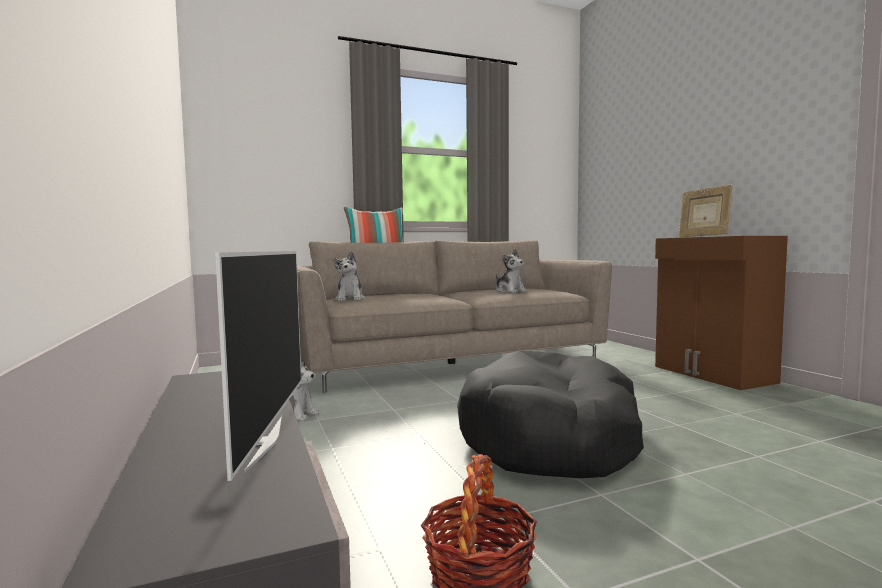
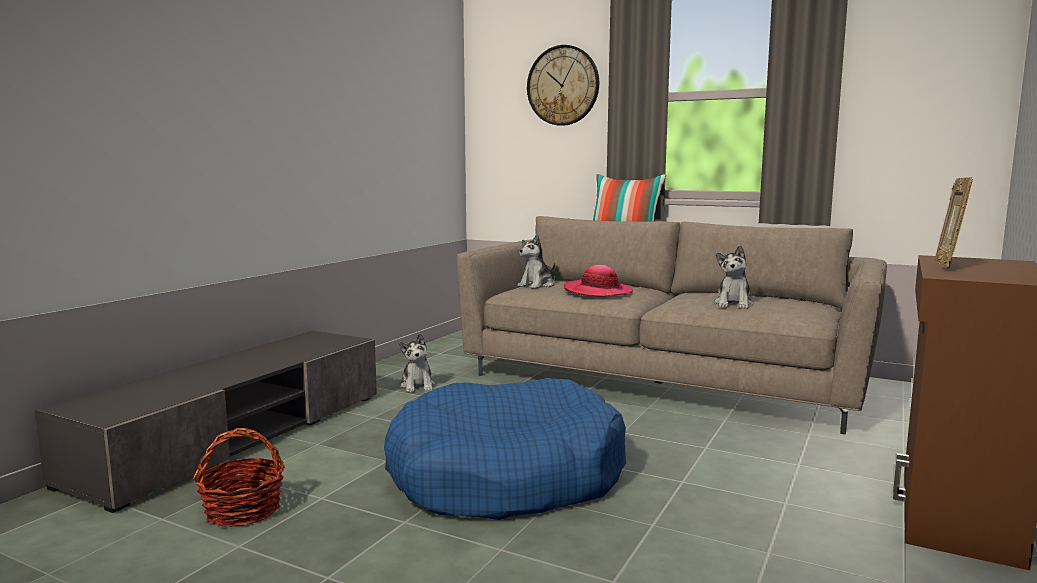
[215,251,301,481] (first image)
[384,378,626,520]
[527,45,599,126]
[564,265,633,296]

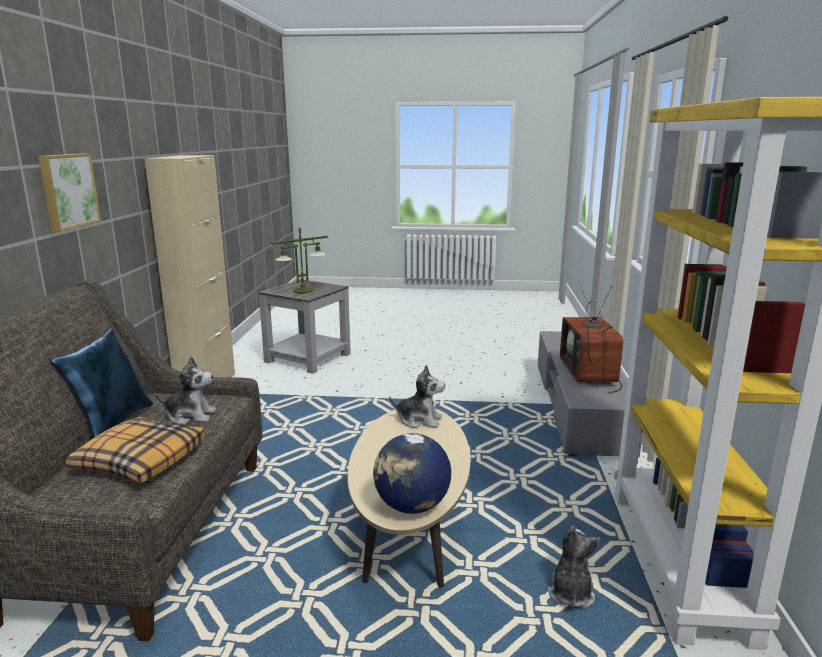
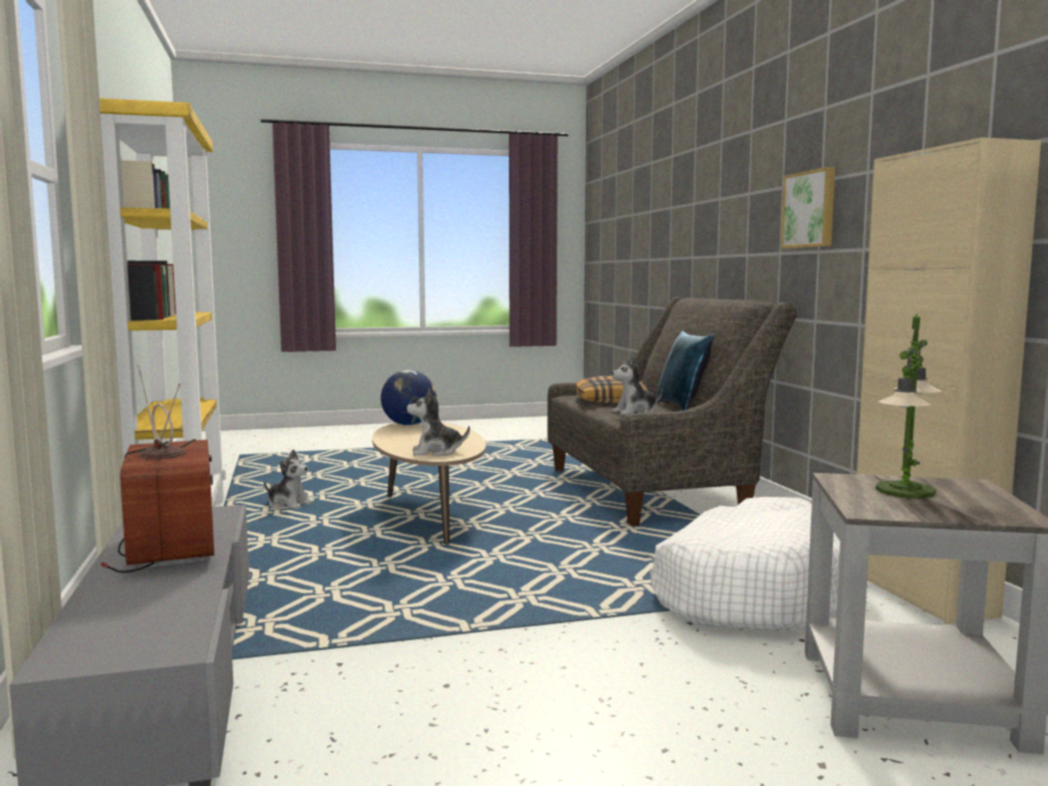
[264,449,313,509]
[650,497,840,631]

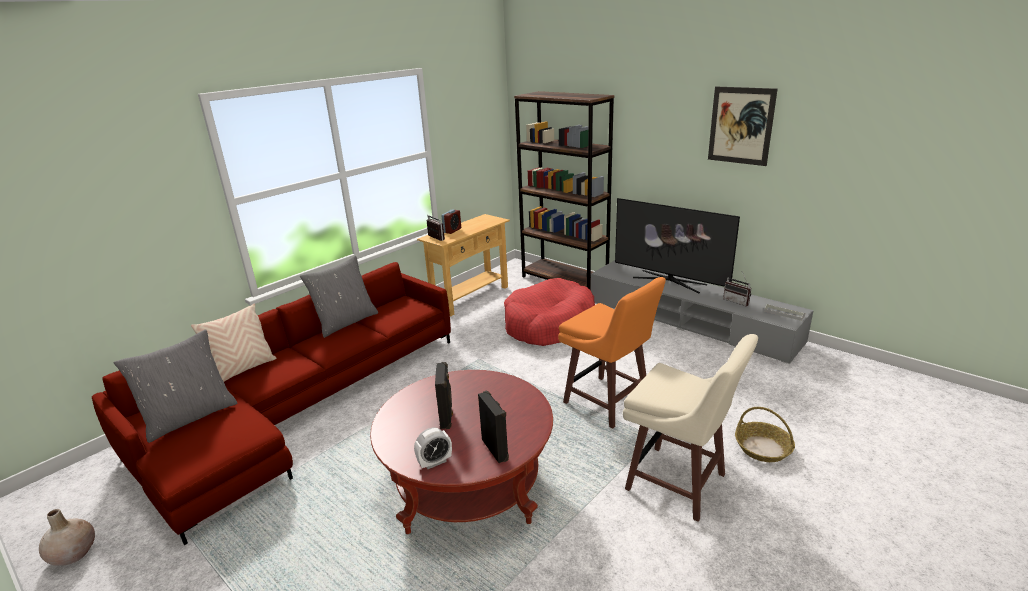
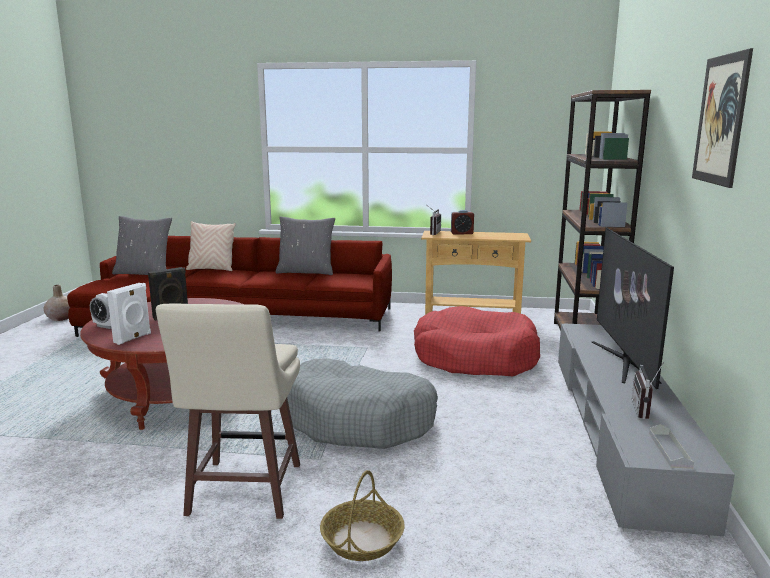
[107,283,151,345]
[287,359,438,449]

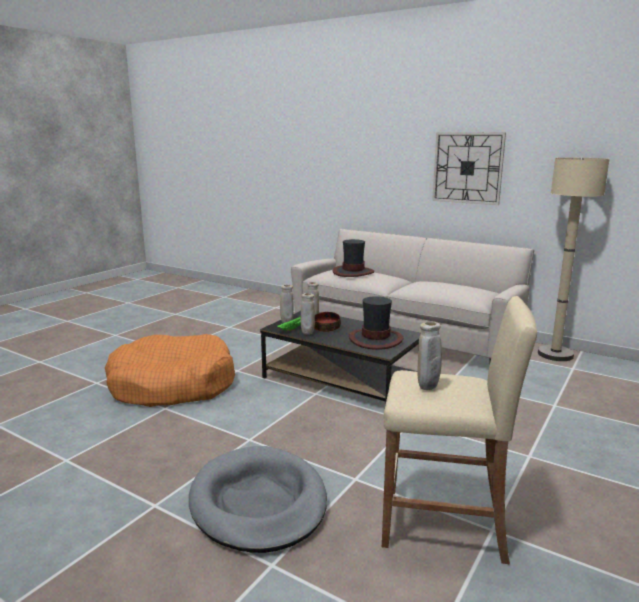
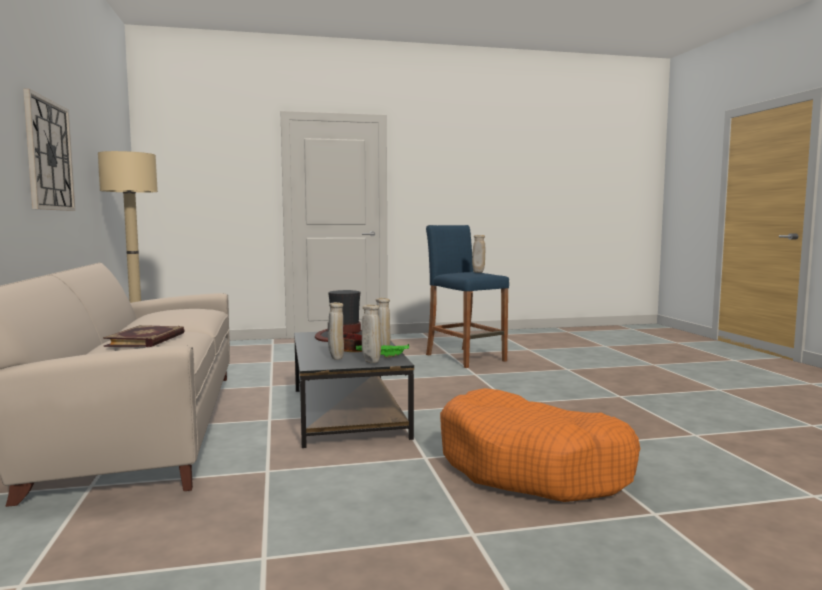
[189,446,327,553] (first image)
[103,325,185,347]
[426,225,509,368]

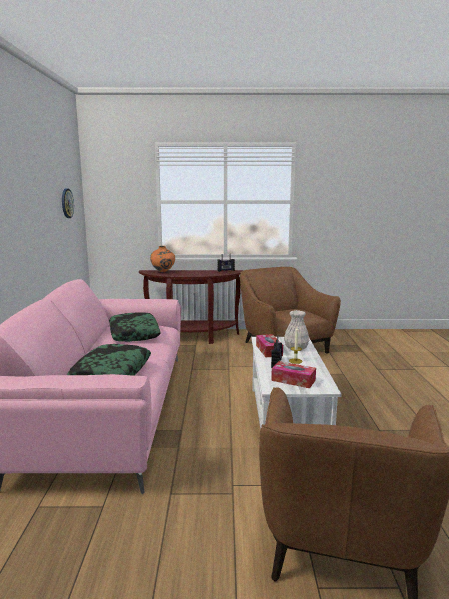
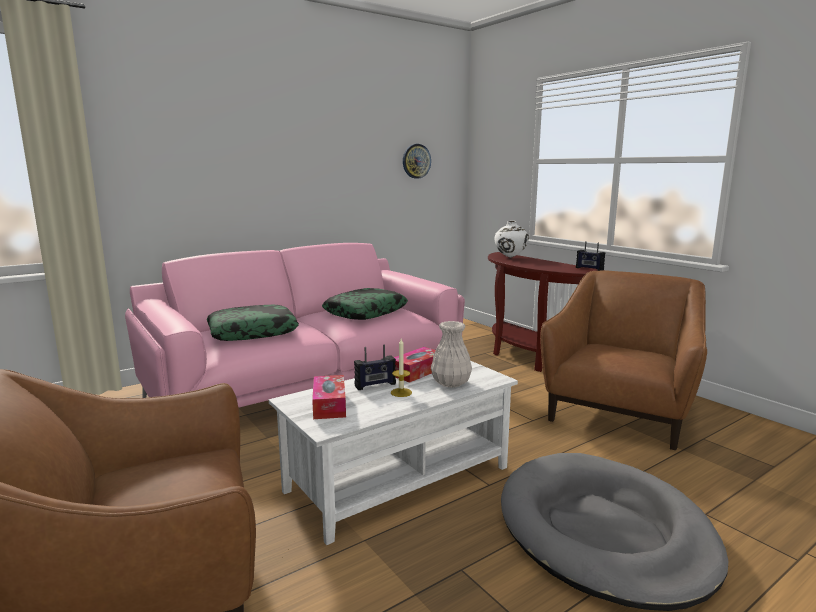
[494,221,529,257]
[501,453,728,611]

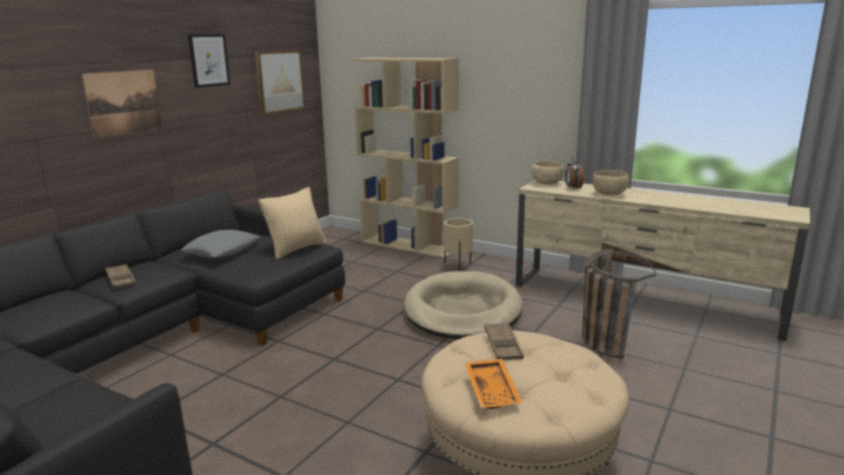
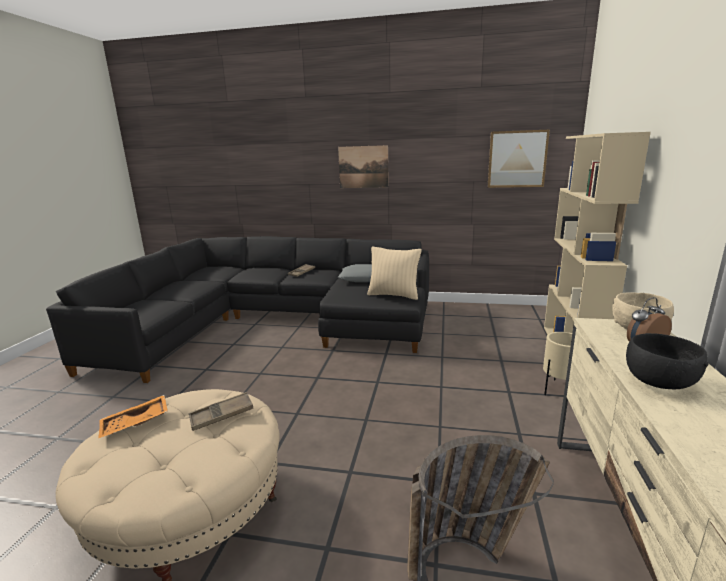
[188,34,231,88] (first image)
[404,271,523,339] (first image)
[626,333,708,389]

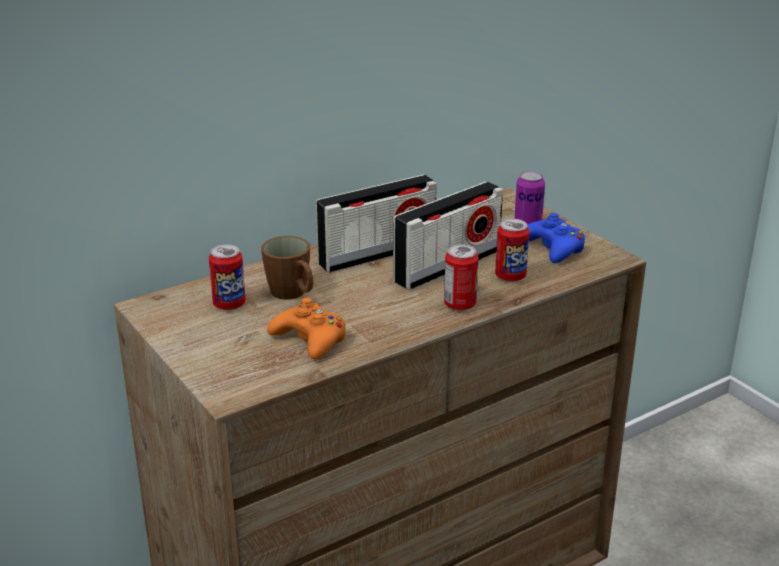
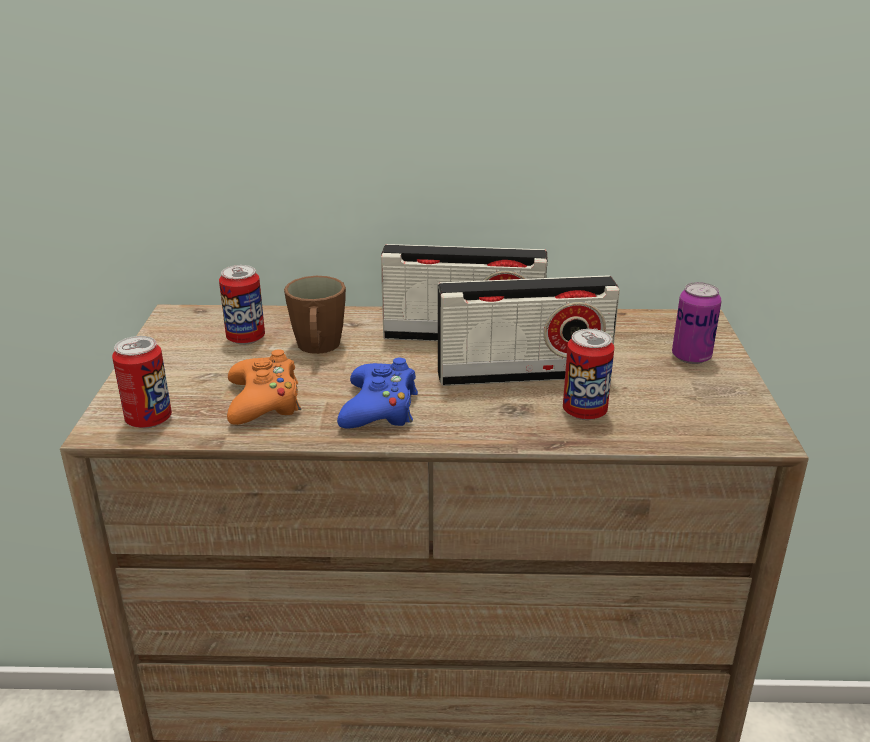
[112,336,172,428]
[337,358,418,428]

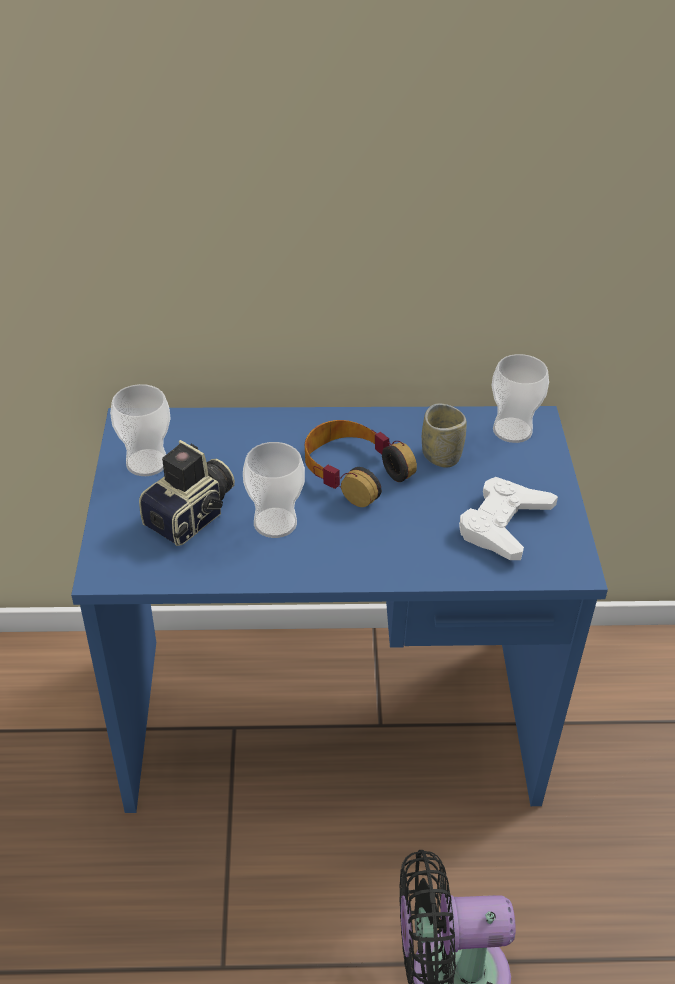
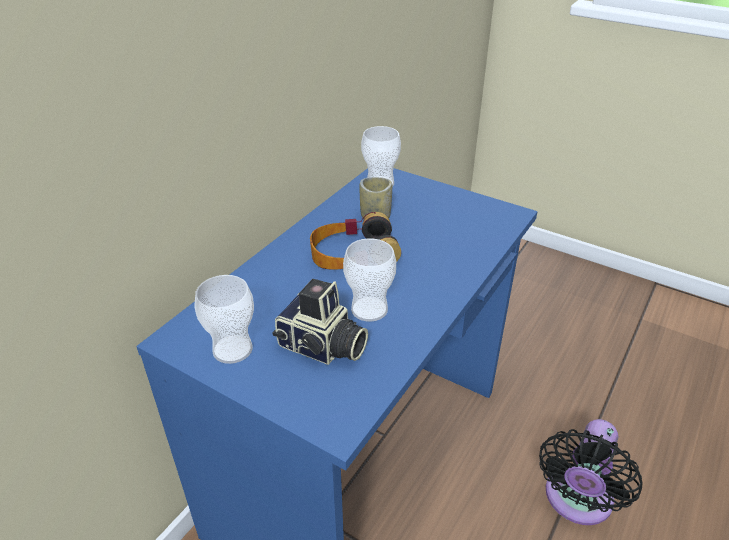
[272,279,368,365]
[459,477,558,560] (first image)

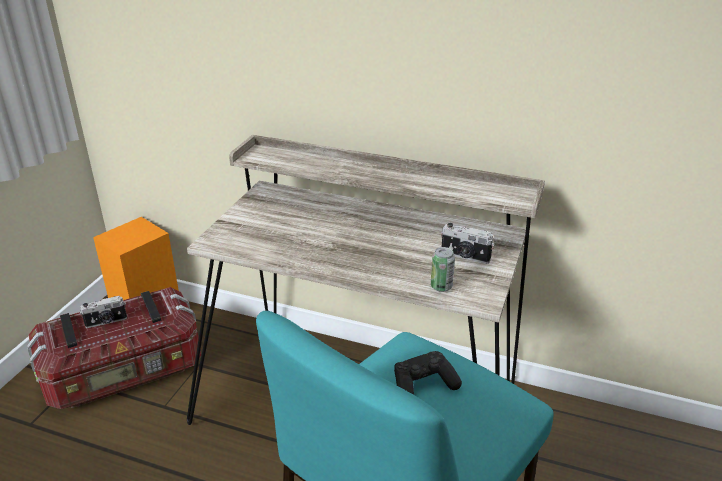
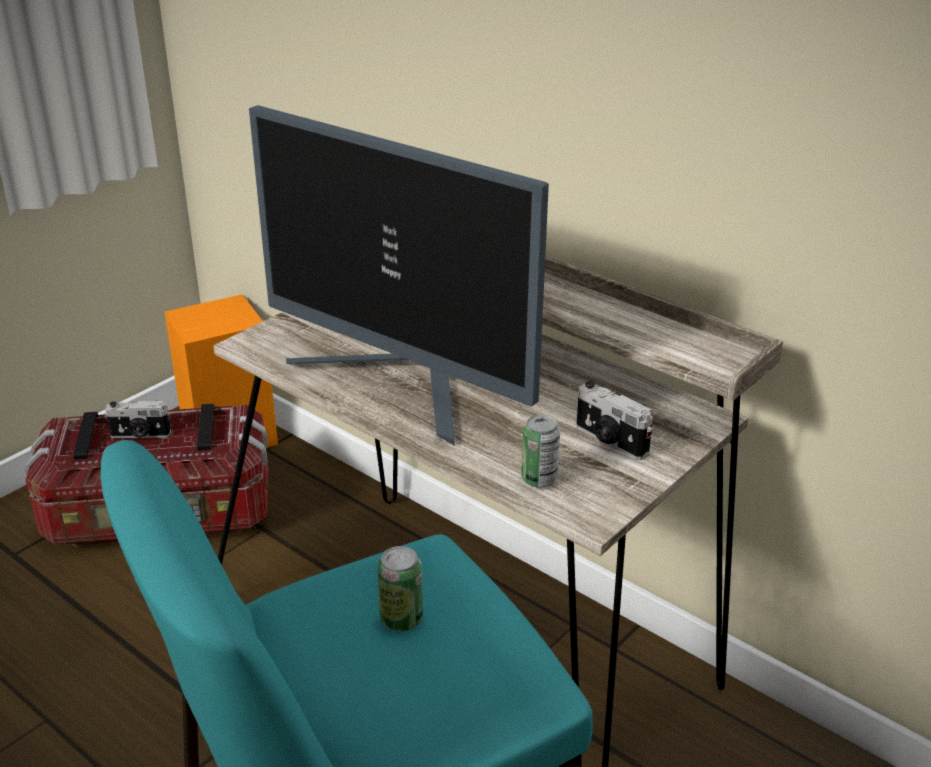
[377,546,423,631]
[249,105,549,446]

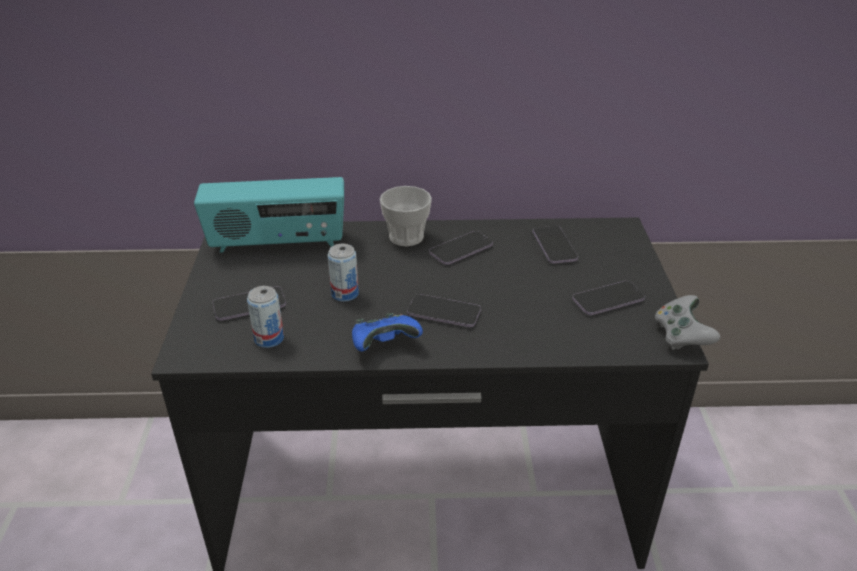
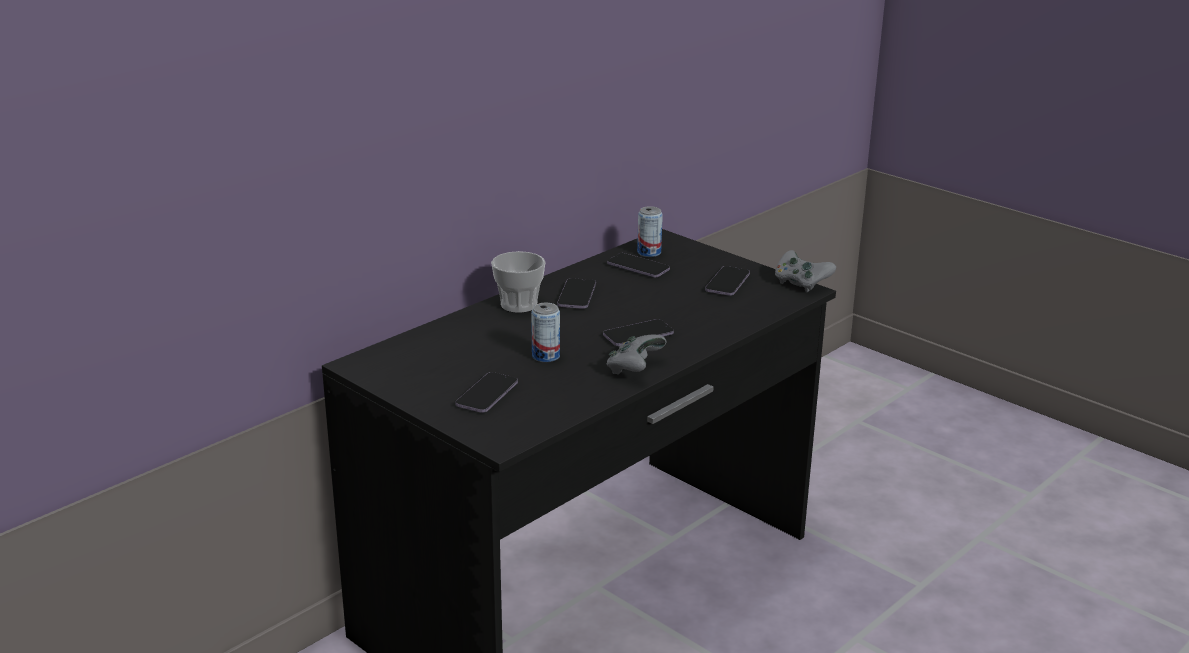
[194,177,344,253] (first image)
[637,206,663,257]
[607,335,667,375]

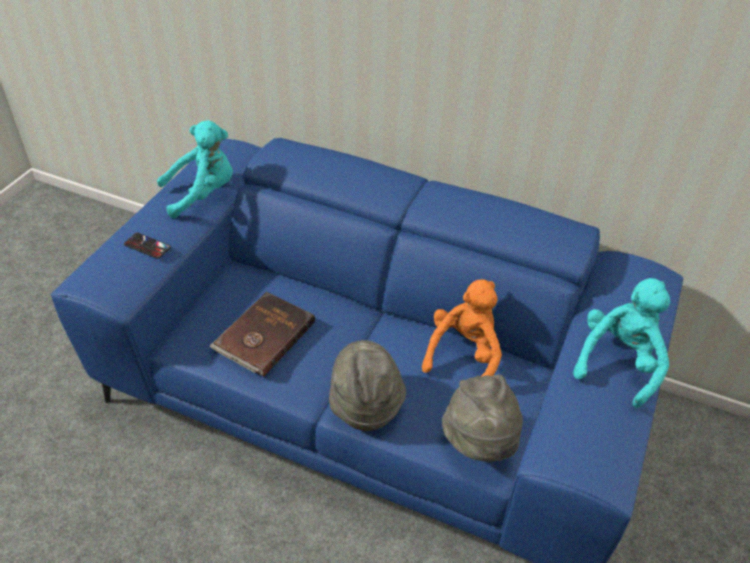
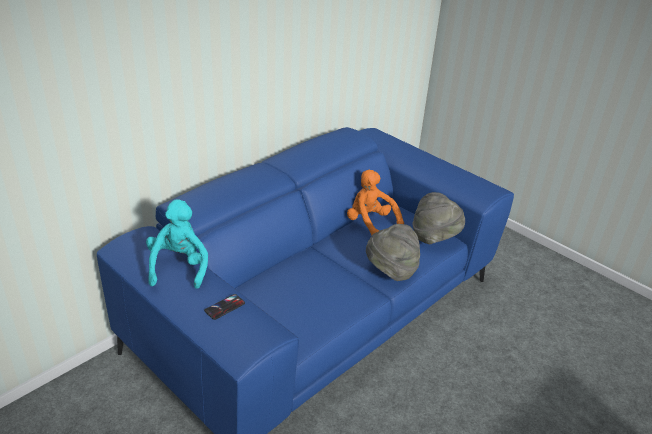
[209,292,315,377] (first image)
[573,278,670,408] (first image)

